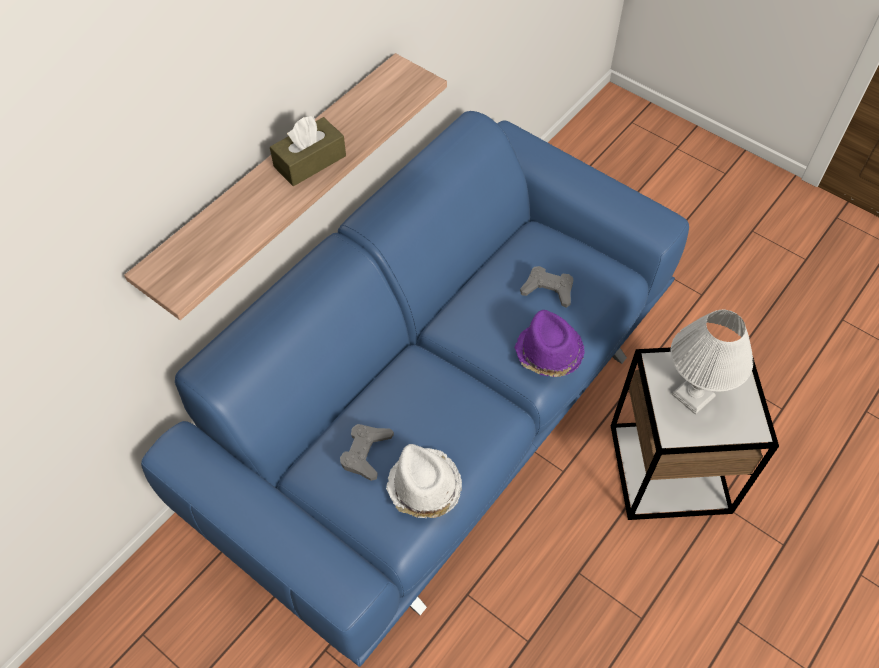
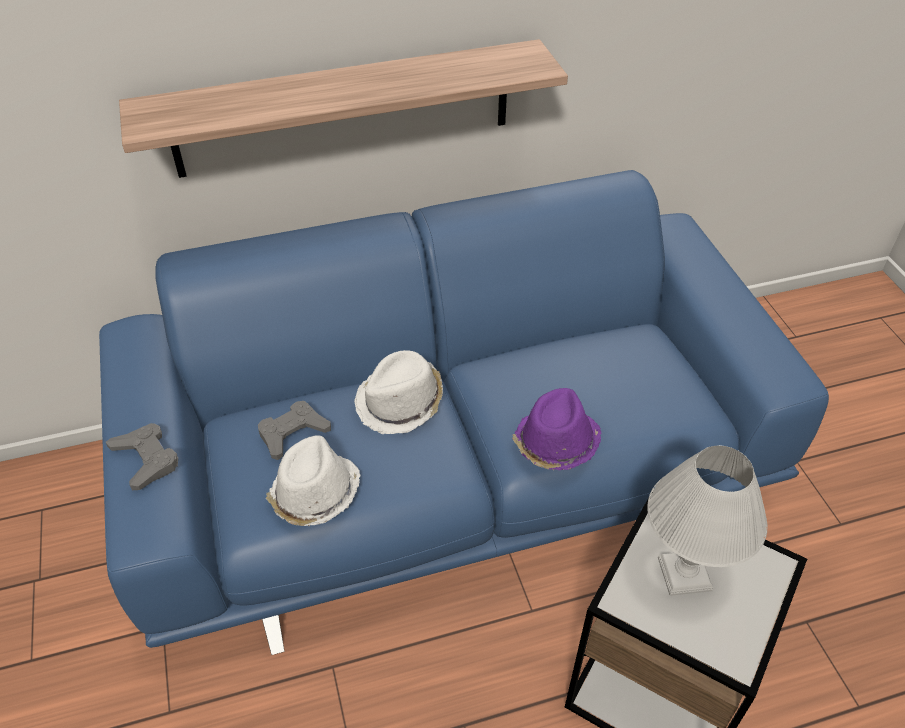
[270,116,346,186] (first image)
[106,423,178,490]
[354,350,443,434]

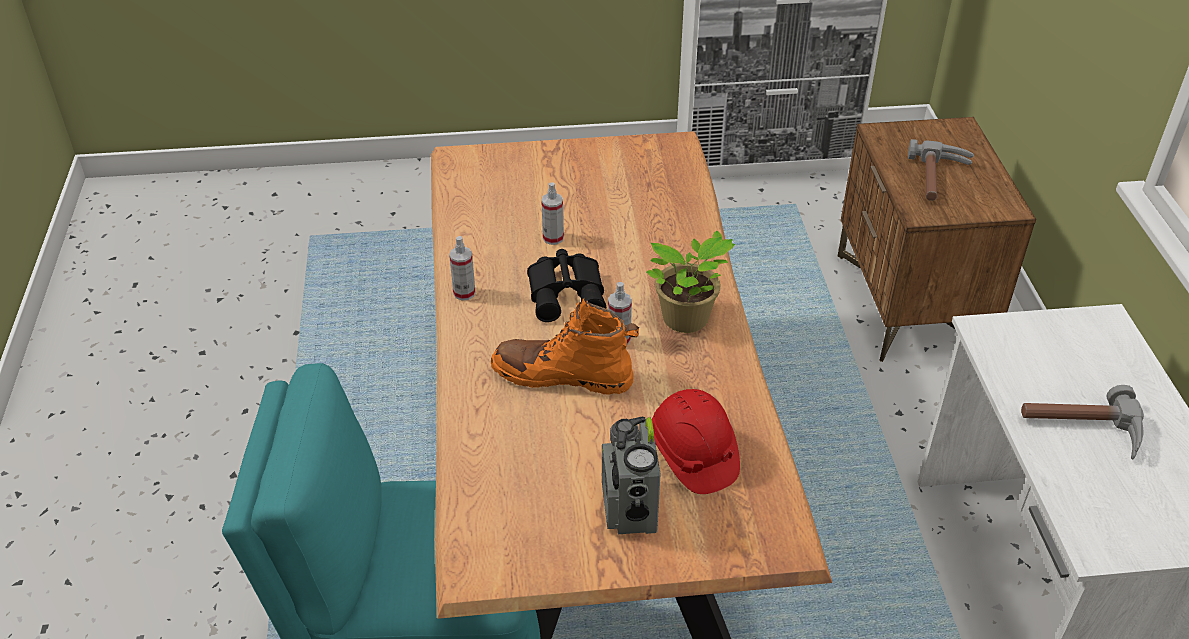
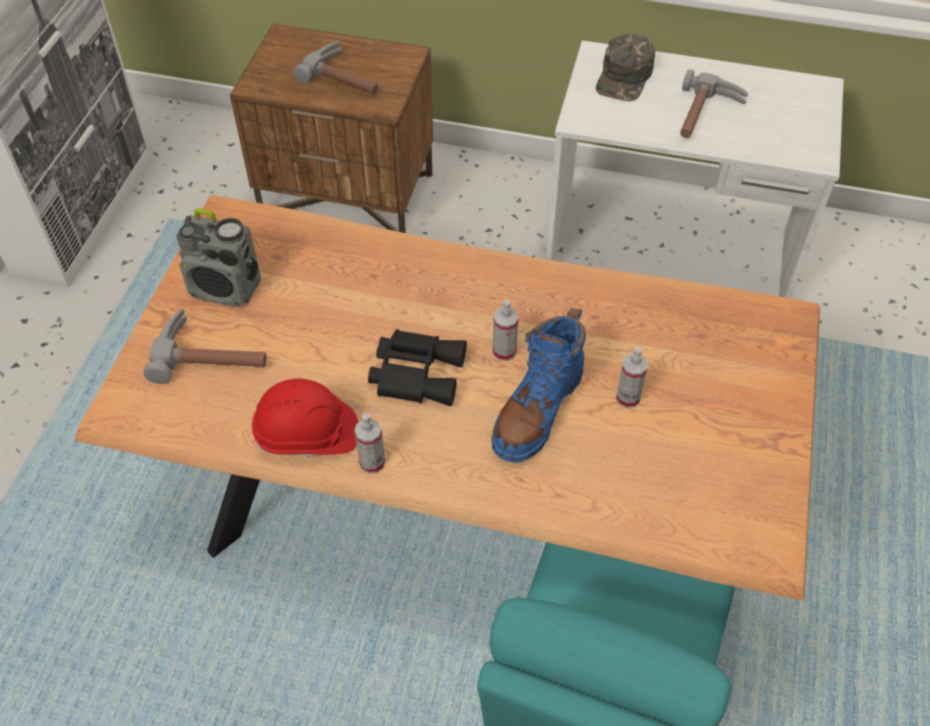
[491,308,586,463]
[616,347,648,408]
[176,208,261,307]
[646,231,736,333] (first image)
[252,379,358,457]
[143,309,267,384]
[596,33,655,101]

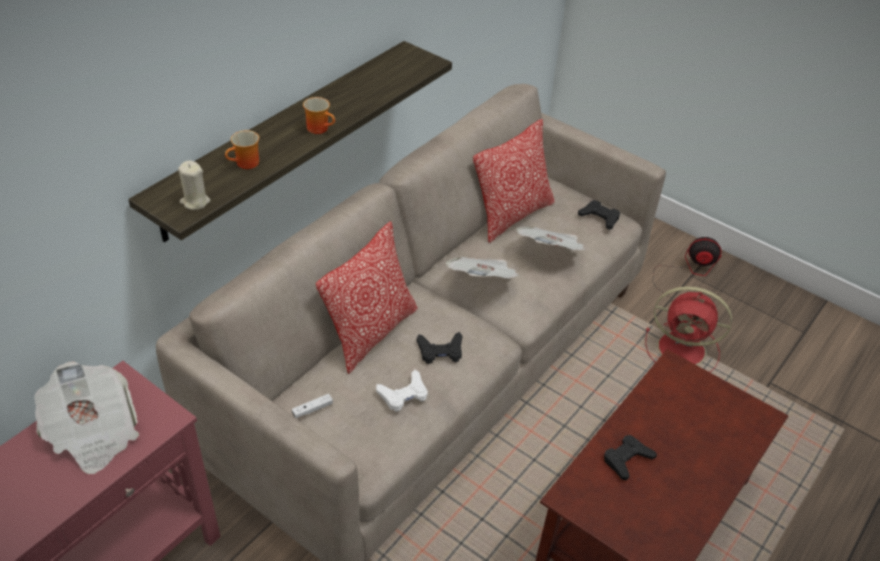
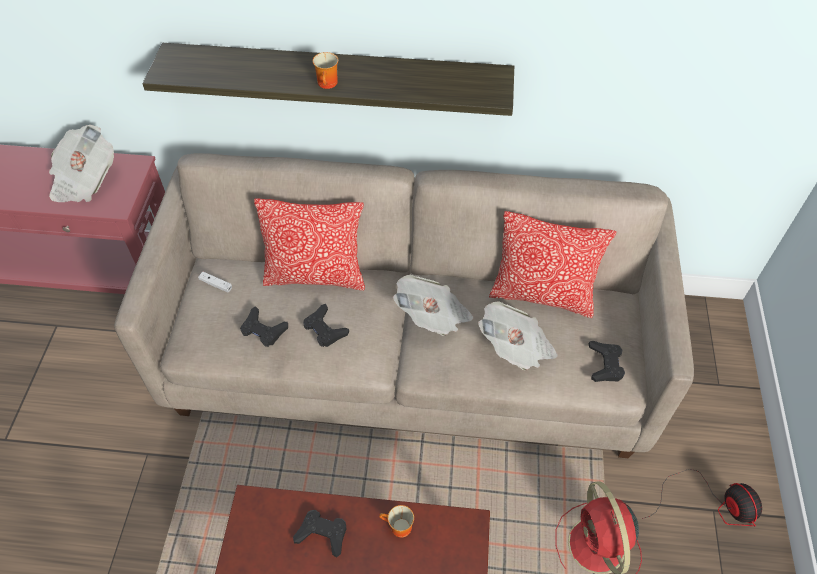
[178,160,211,210] (first image)
[379,505,414,537]
[240,306,288,347]

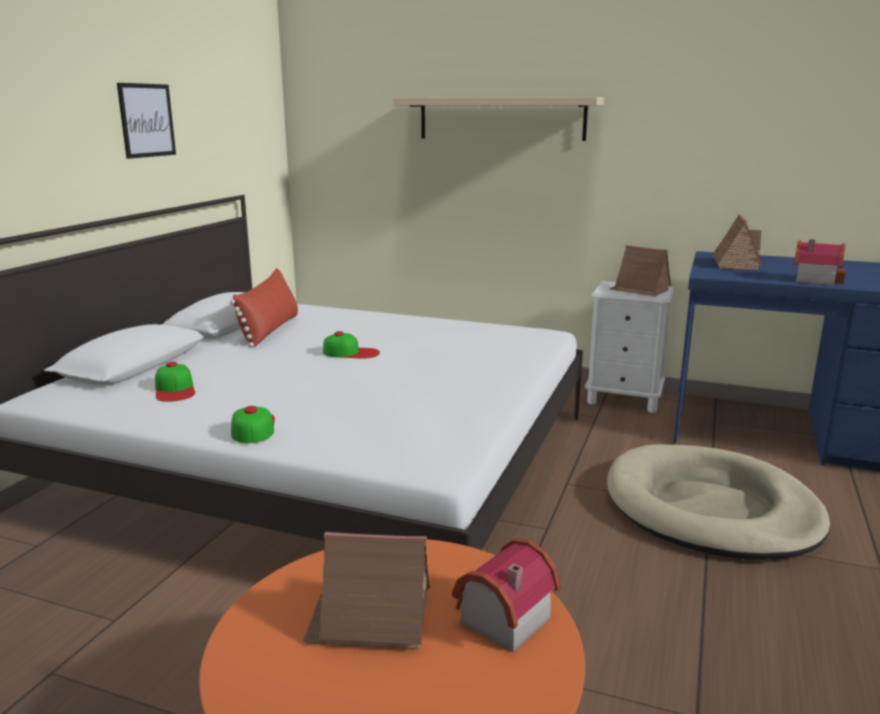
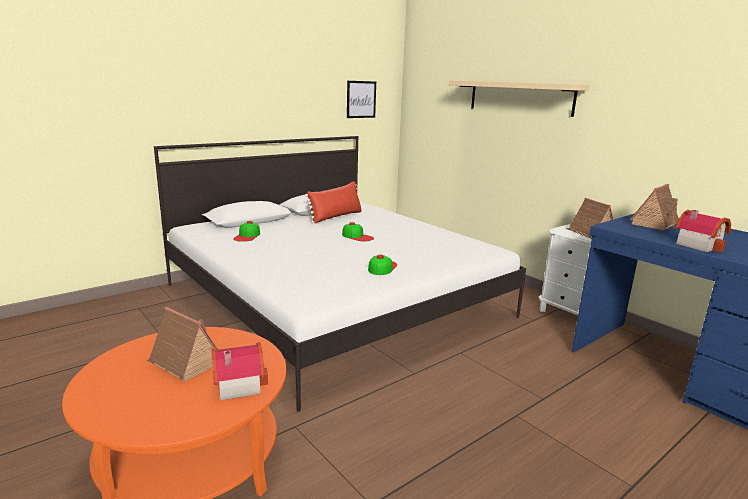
[347,81,376,118]
[368,255,397,275]
[607,444,830,560] (first image)

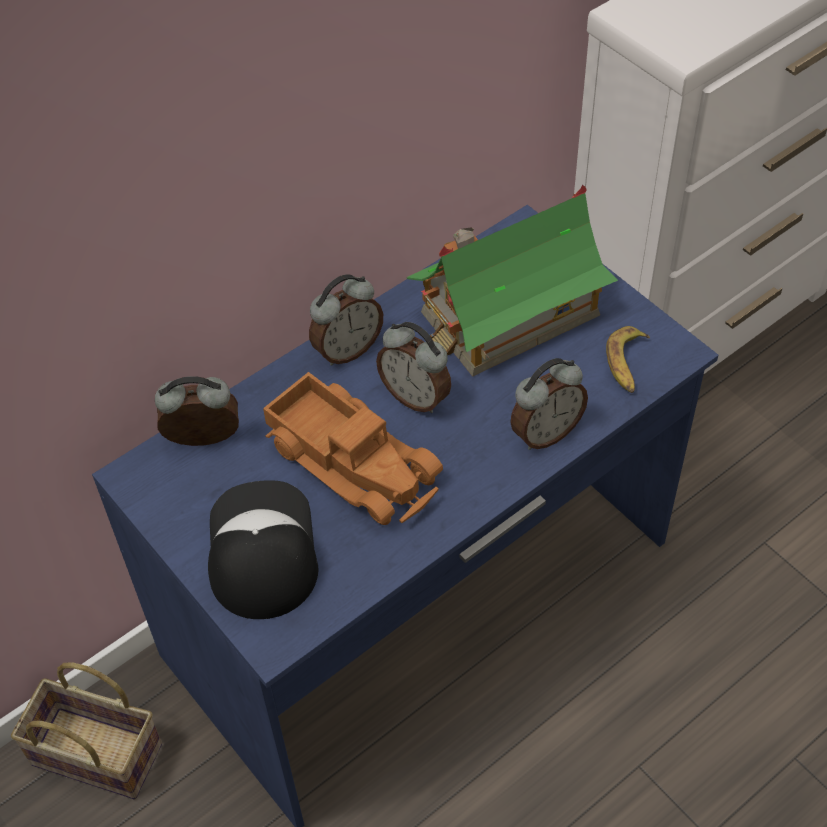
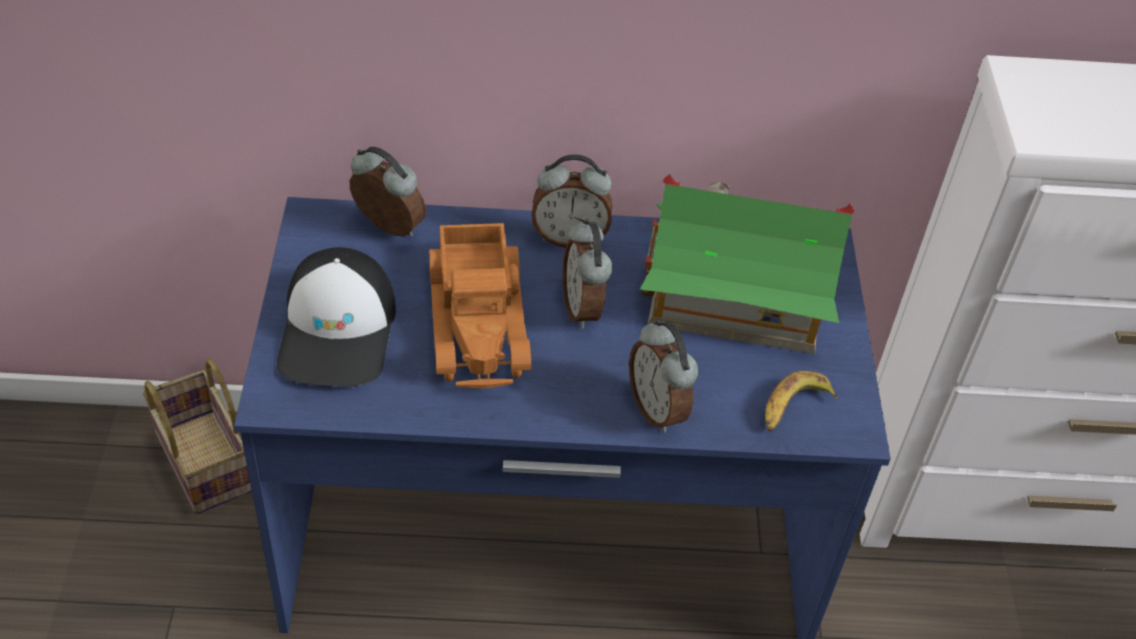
[276,247,396,387]
[629,319,698,433]

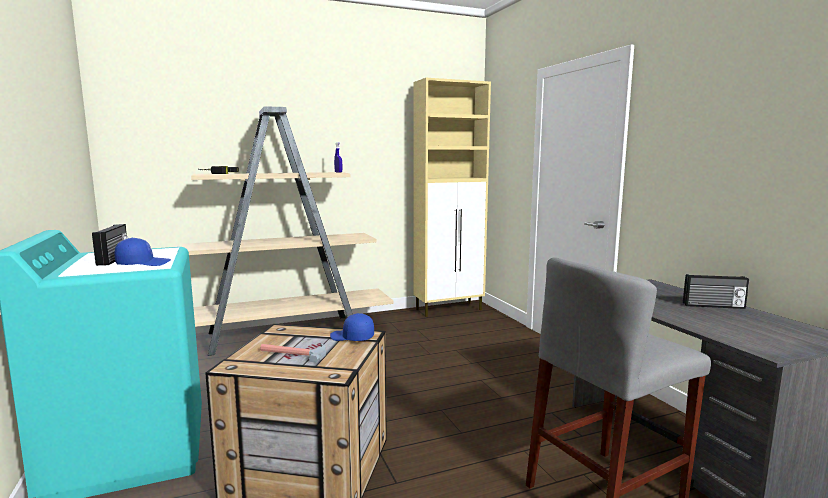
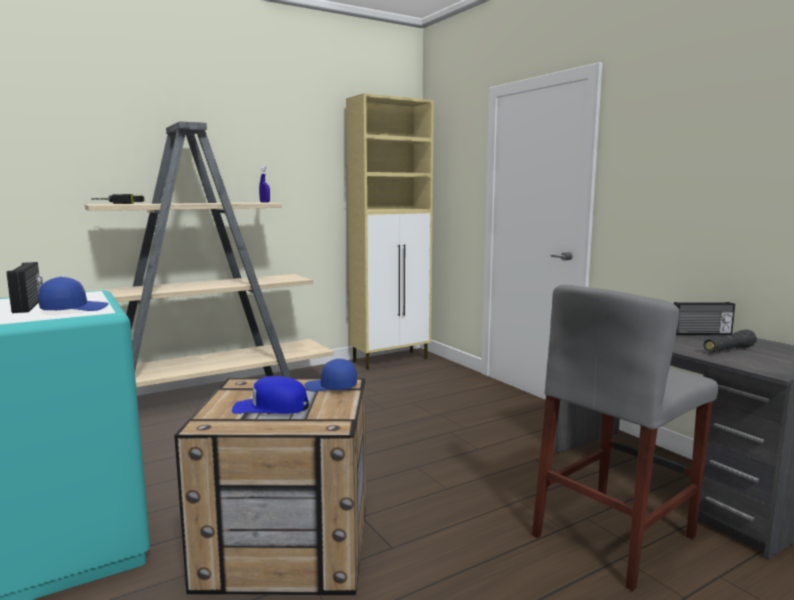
[232,376,309,414]
[703,329,757,353]

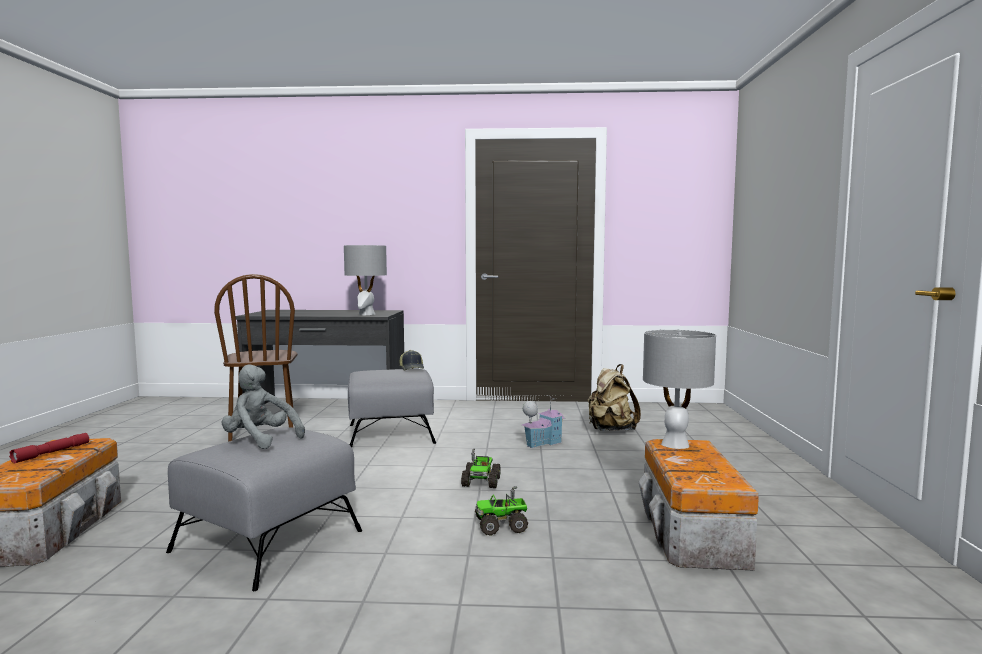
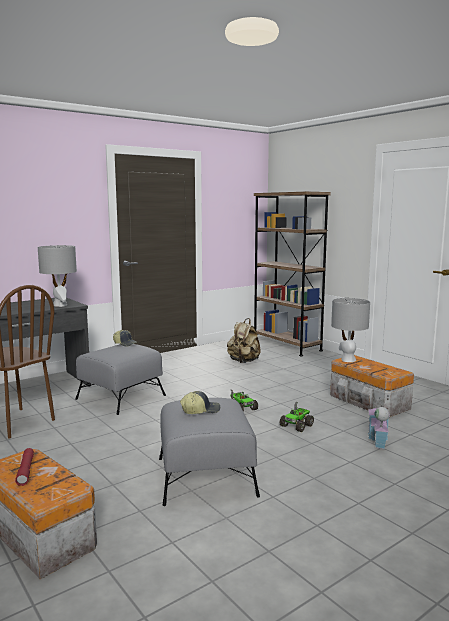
[180,391,220,414]
[367,397,390,449]
[254,192,331,356]

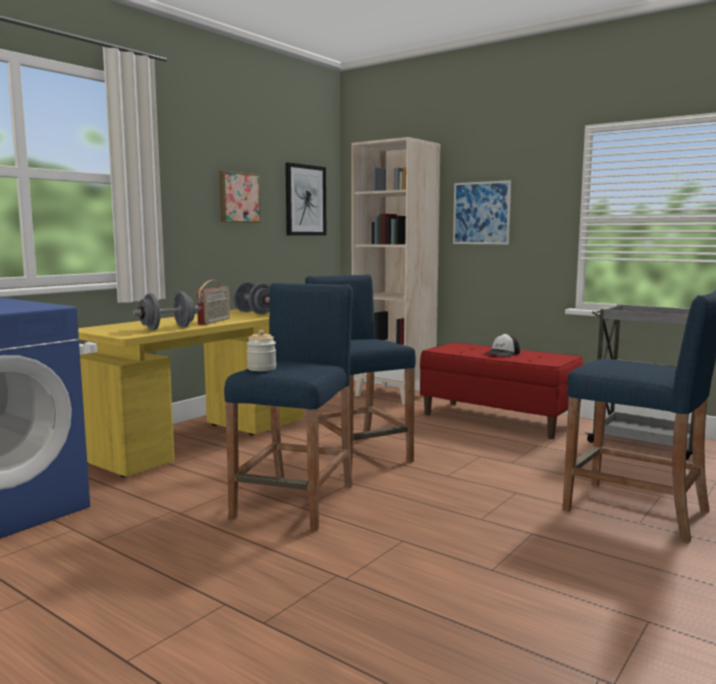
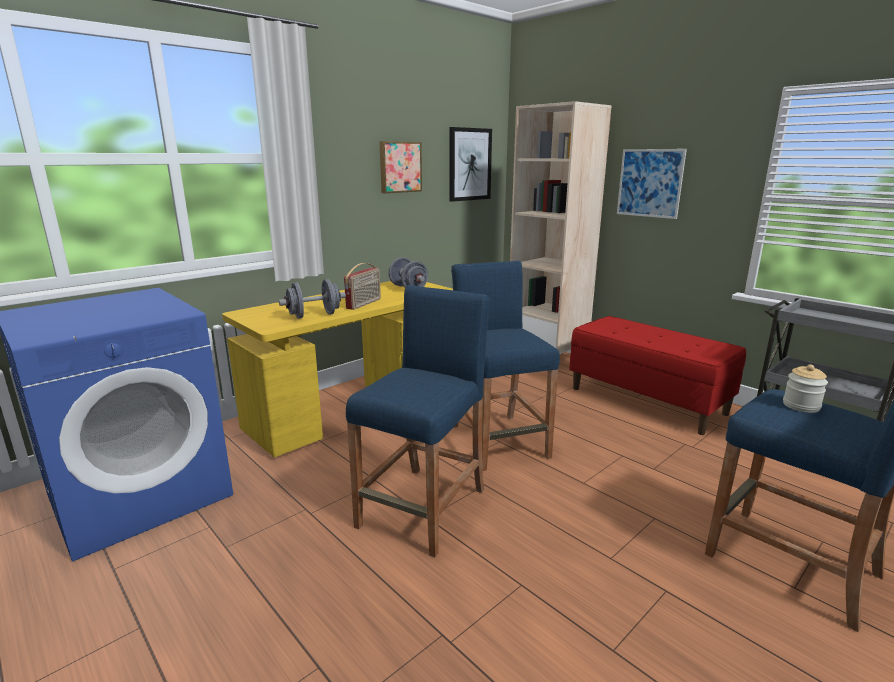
[783,364,828,413]
[484,334,520,357] (first image)

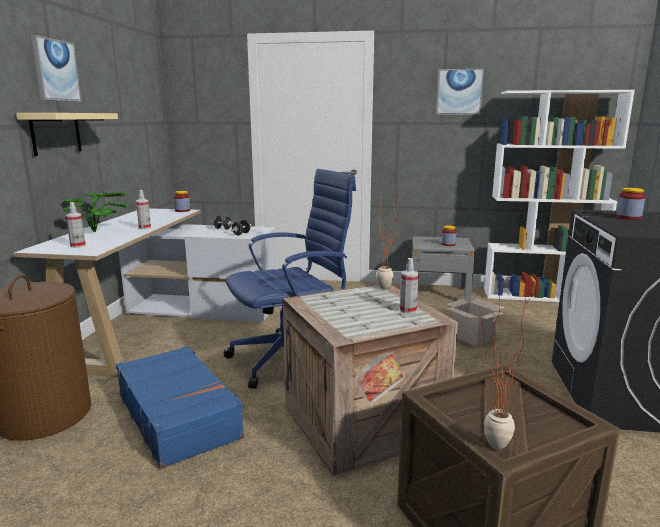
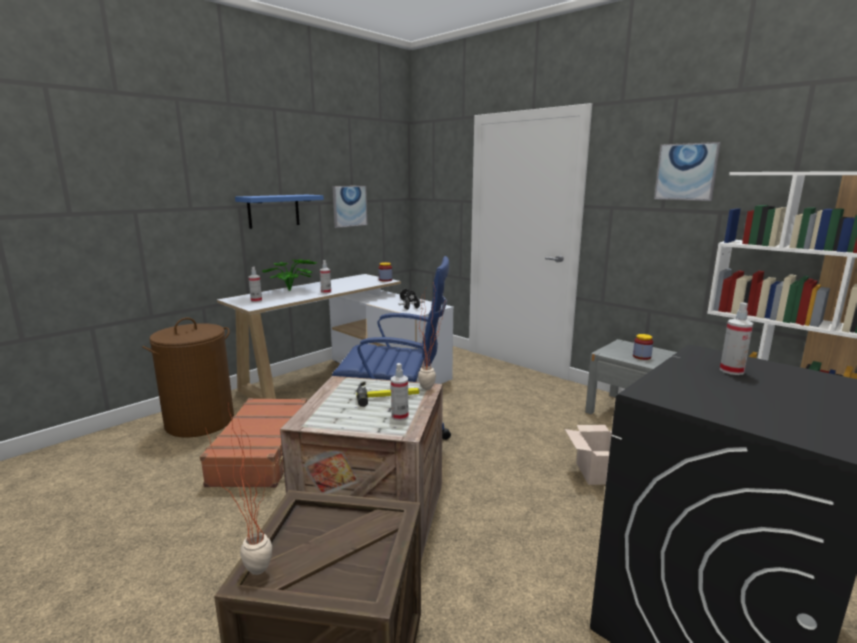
[235,195,324,229]
[333,186,367,228]
[200,398,307,488]
[720,302,754,375]
[356,382,419,407]

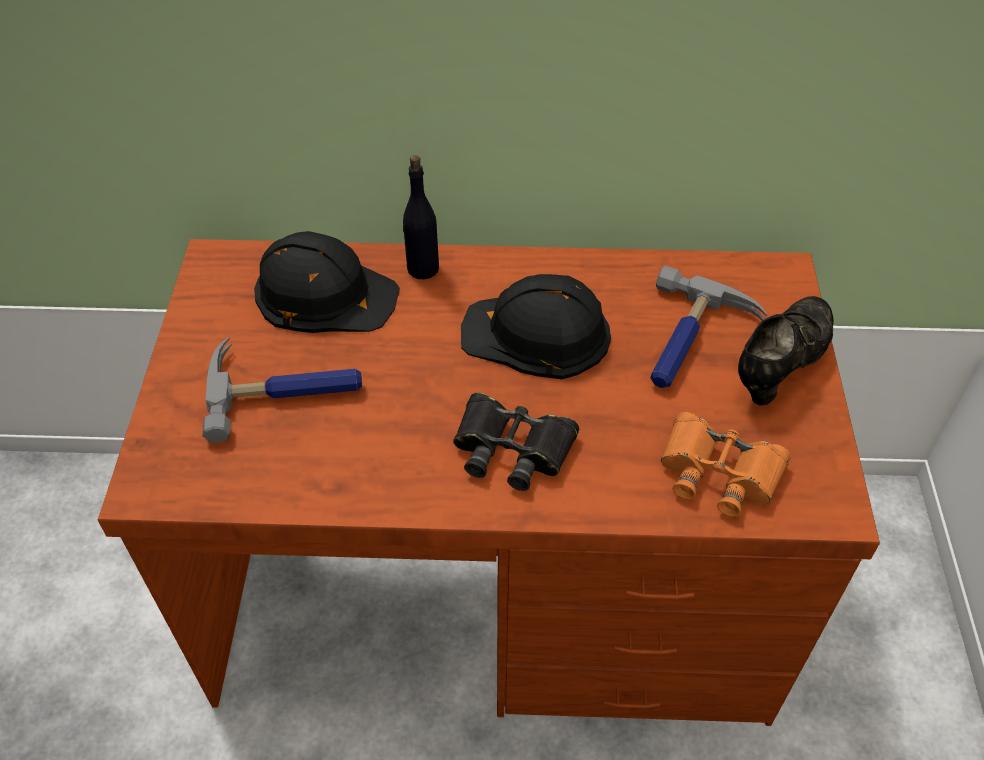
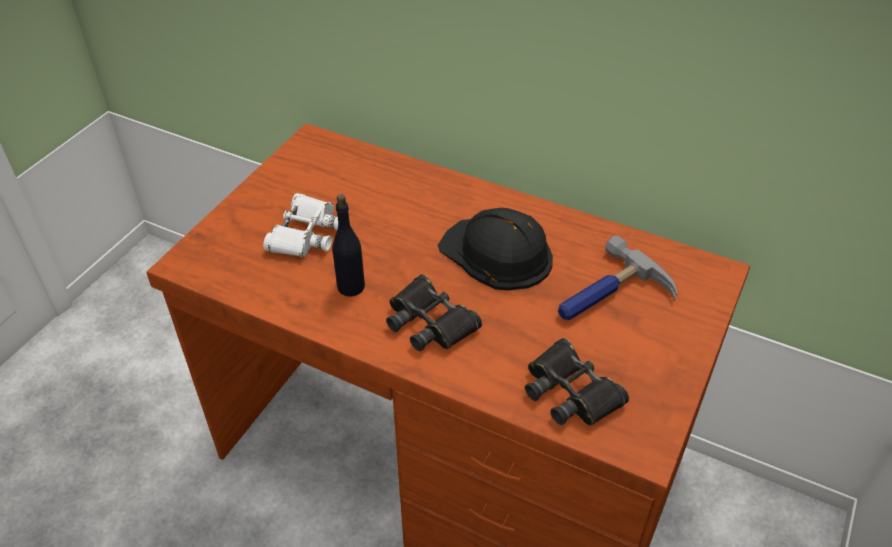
[263,193,338,257]
[254,231,400,333] (first image)
[332,194,365,297]
[525,338,629,425]
[738,296,834,406] (first image)

